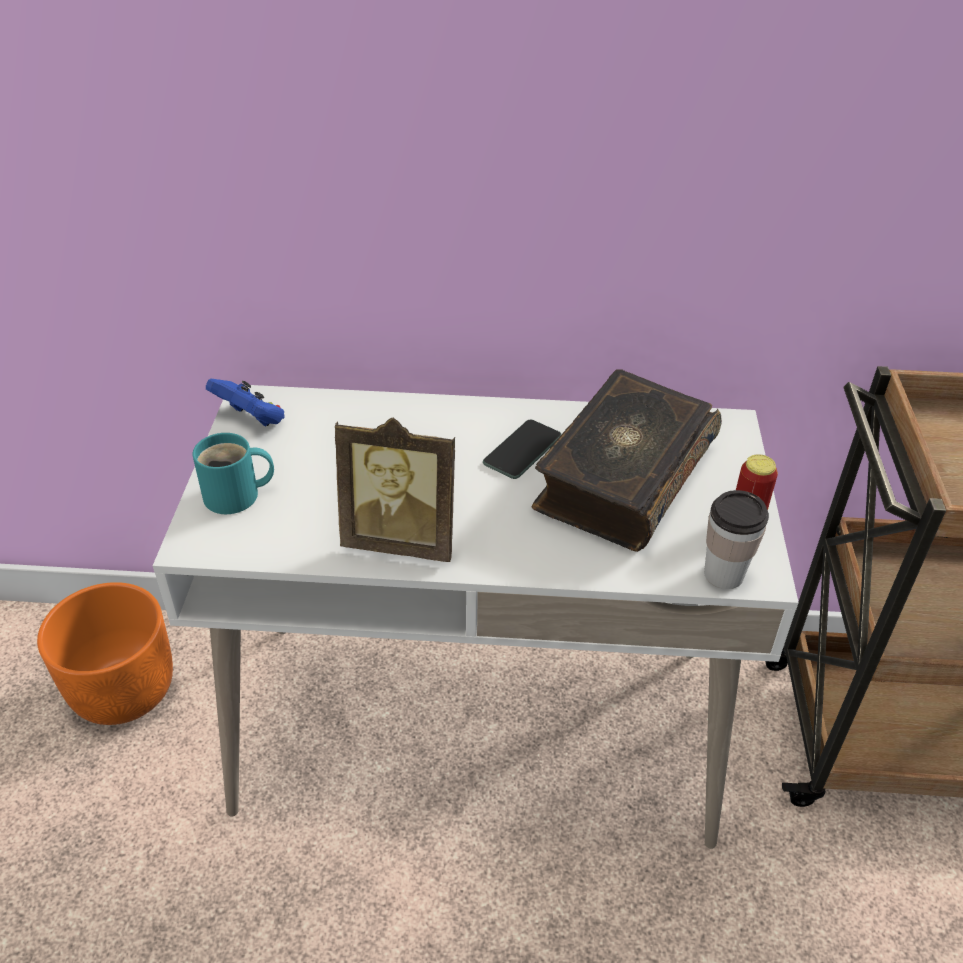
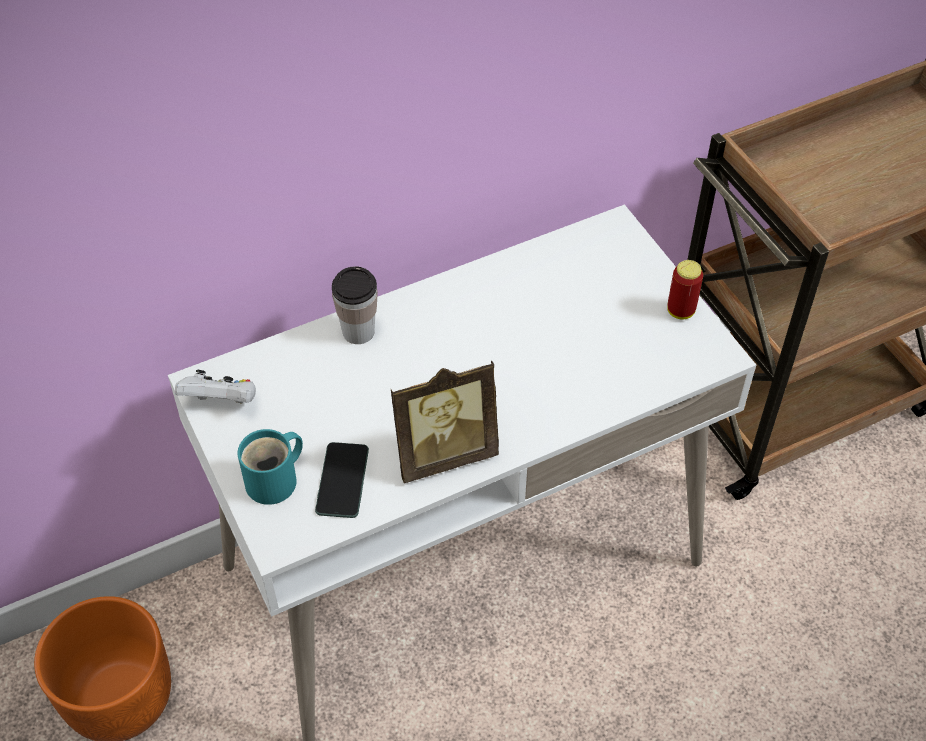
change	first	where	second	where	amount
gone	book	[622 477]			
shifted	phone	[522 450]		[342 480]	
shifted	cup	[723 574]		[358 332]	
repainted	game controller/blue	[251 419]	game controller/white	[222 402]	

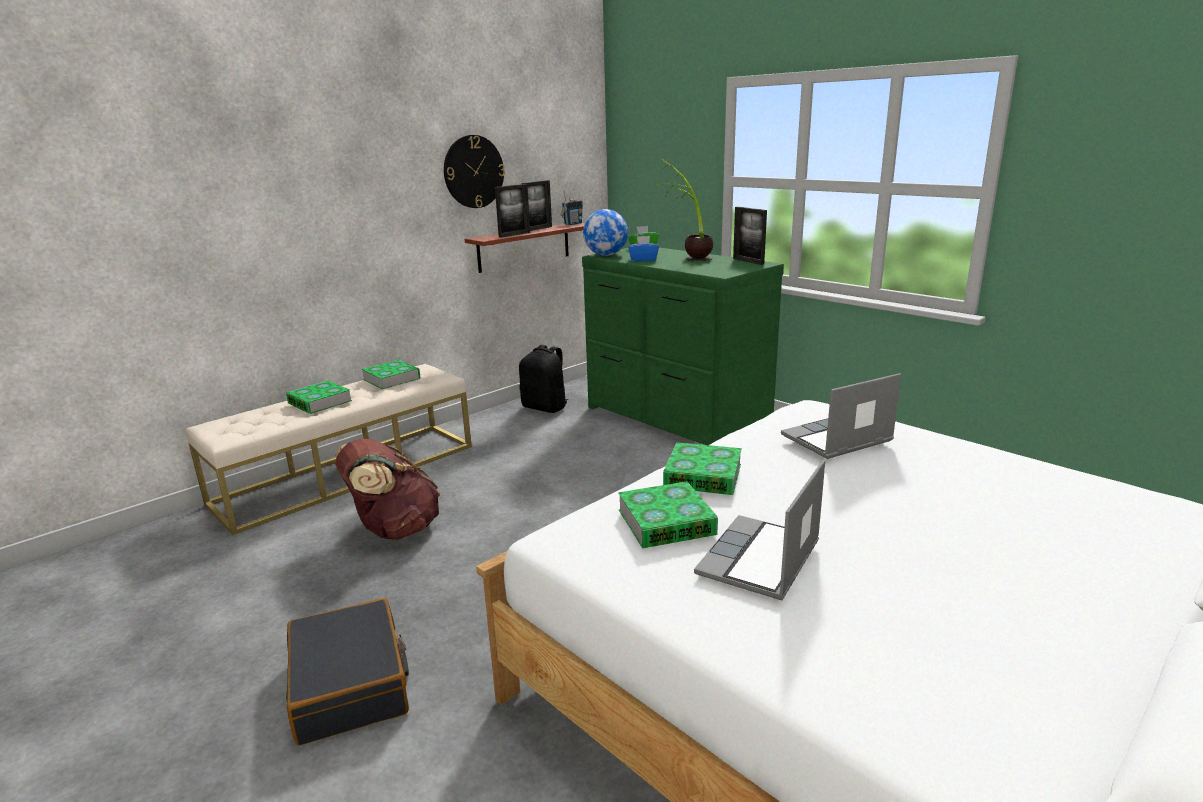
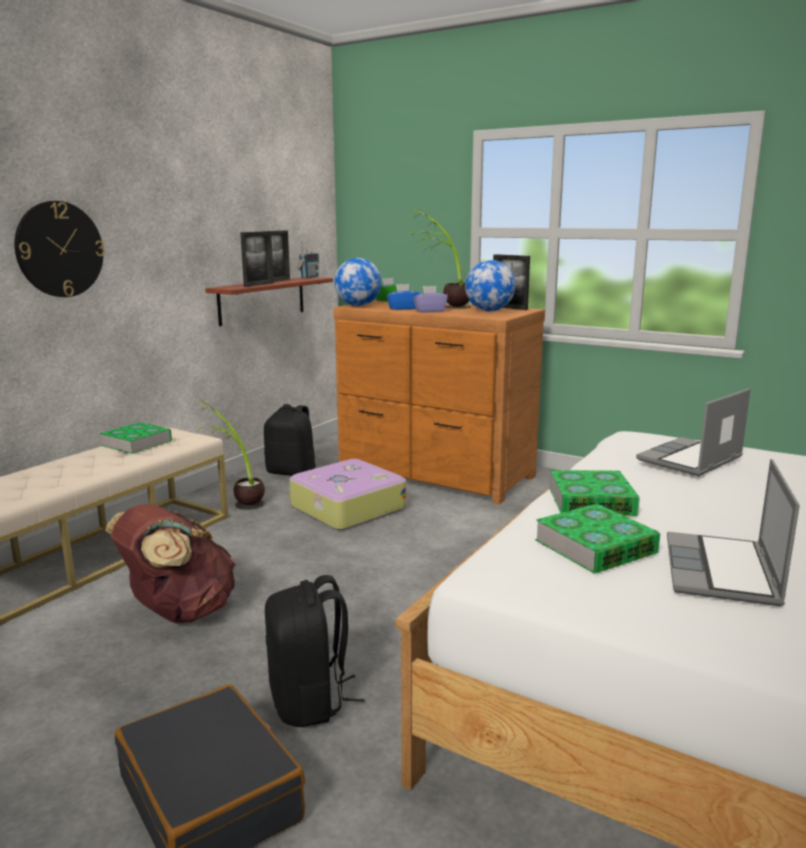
change	first	where	second	where	amount
gone	book	[320 402]			
new			potted plant	[236 500]	
new			backpack/black	[310 702]	
new			suitcase	[346 507]	
new			tissue box/purple	[429 311]	
new			globe	[489 311]	
shifted	wall clock	[473 171]		[59 249]	
repainted	dresser/green	[674 418]	dresser/brown	[434 474]	

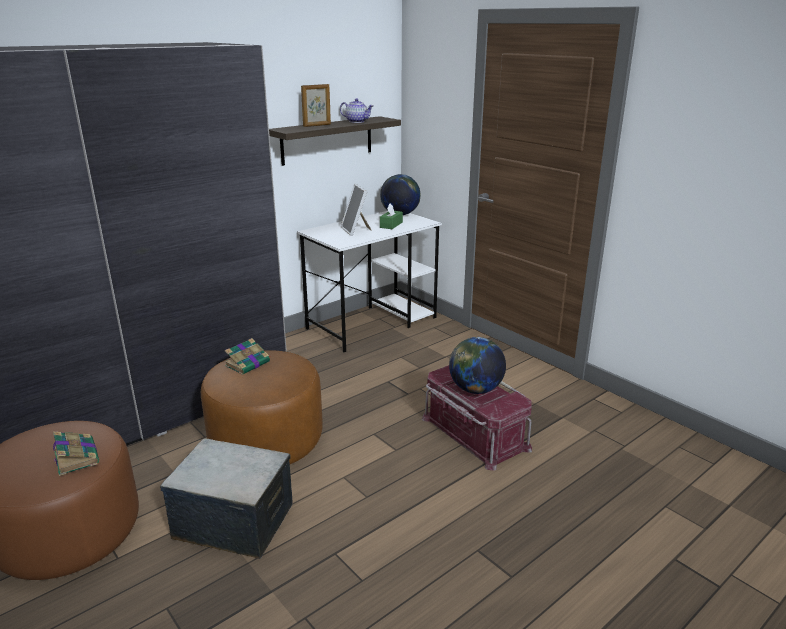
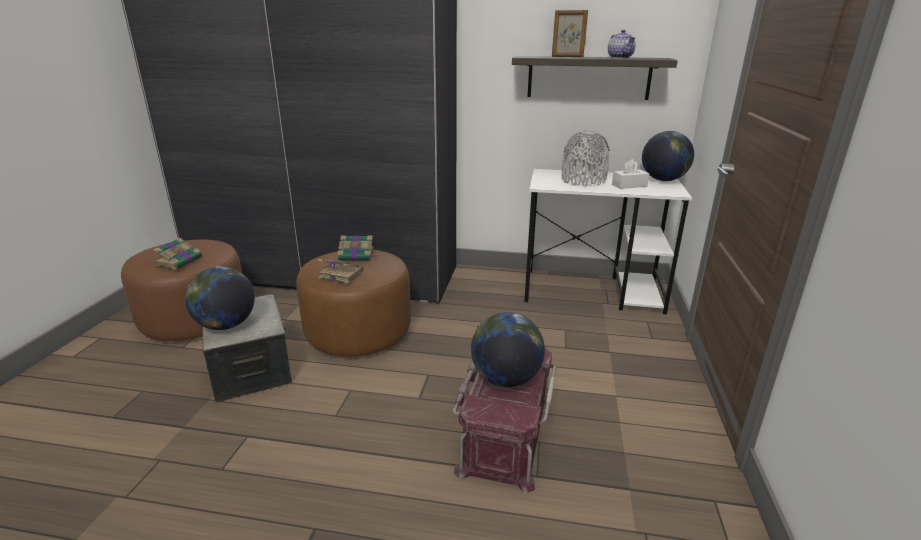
change	first	where	second	where	amount
new			globe	[226 325]	
new			book	[340 275]	
swapped	picture frame	[356 230]	vase/grey	[583 181]	
repainted	tissue box/green	[391 225]	tissue box/white	[629 185]	

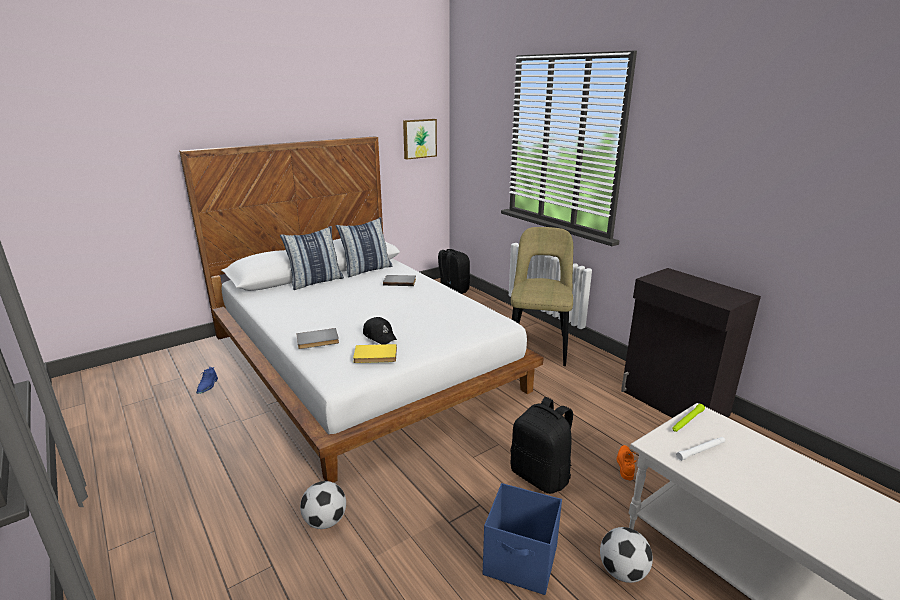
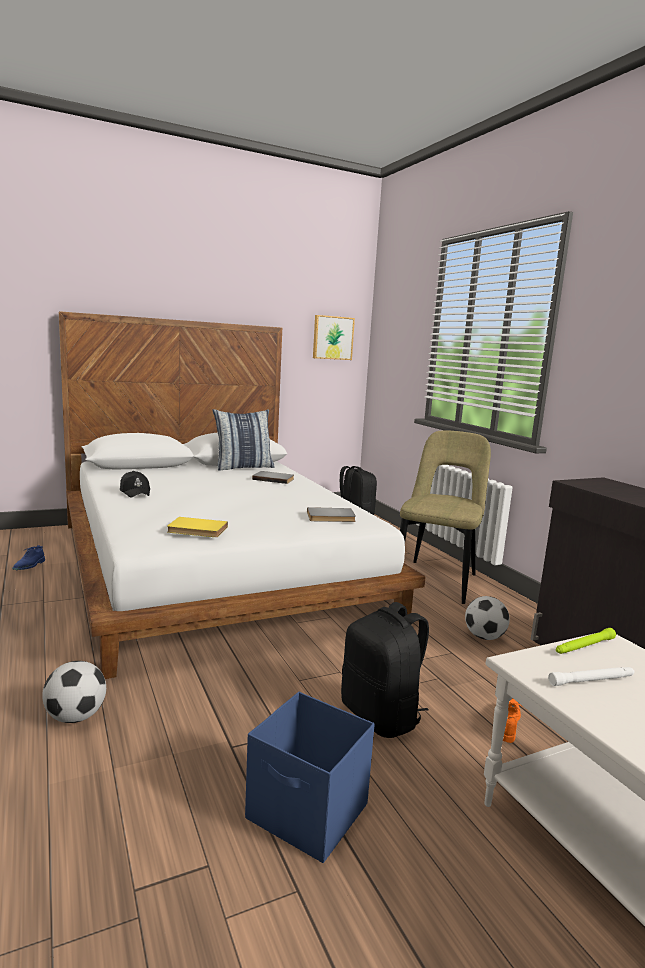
change	first	where	second	where	amount
gone	pillow	[315 282]			
shifted	book/grey	[318 341]		[331 517]	
shifted	cap/black	[380 336]		[135 492]	
shifted	football	[622 572]		[484 637]	

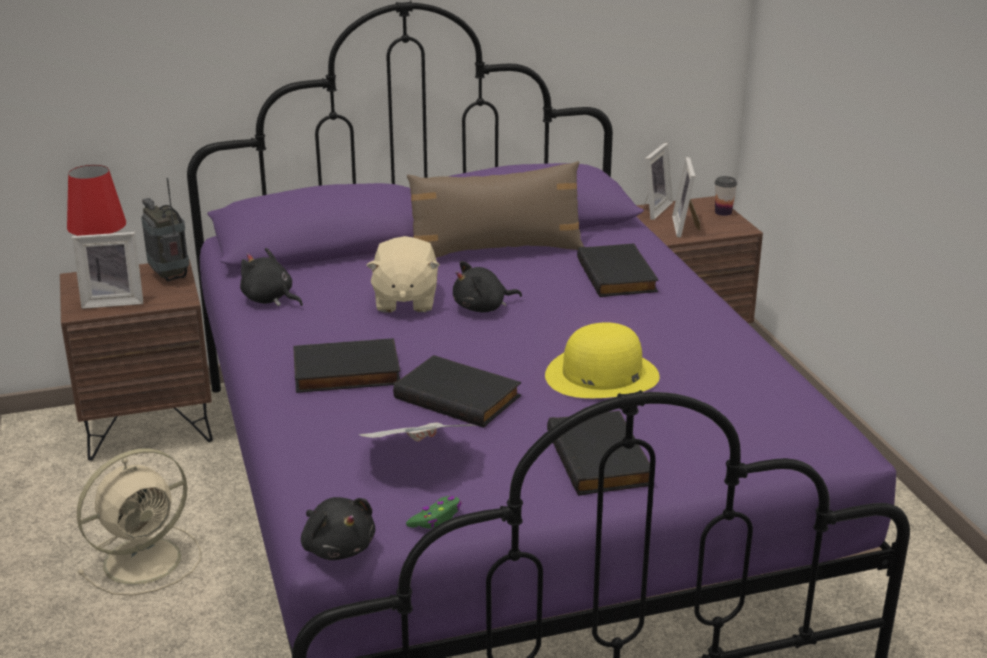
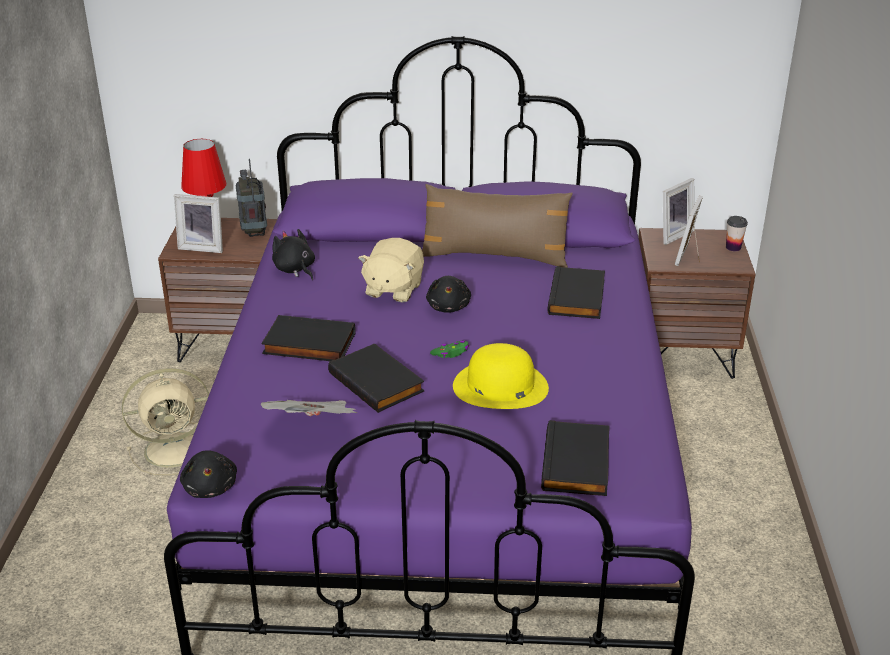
change	first	where	second	where	amount
shifted	game controller/green	[436 519]		[451 353]	
shifted	book/black	[601 459]		[578 463]	
rotated	plush toy/black	[482 308]		[448 307]	90 degrees counterclockwise

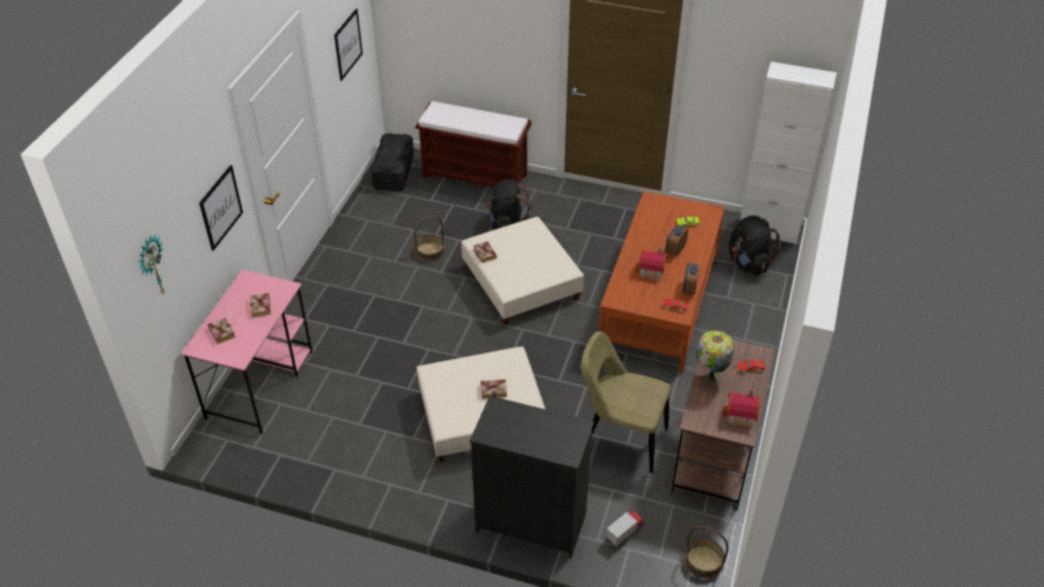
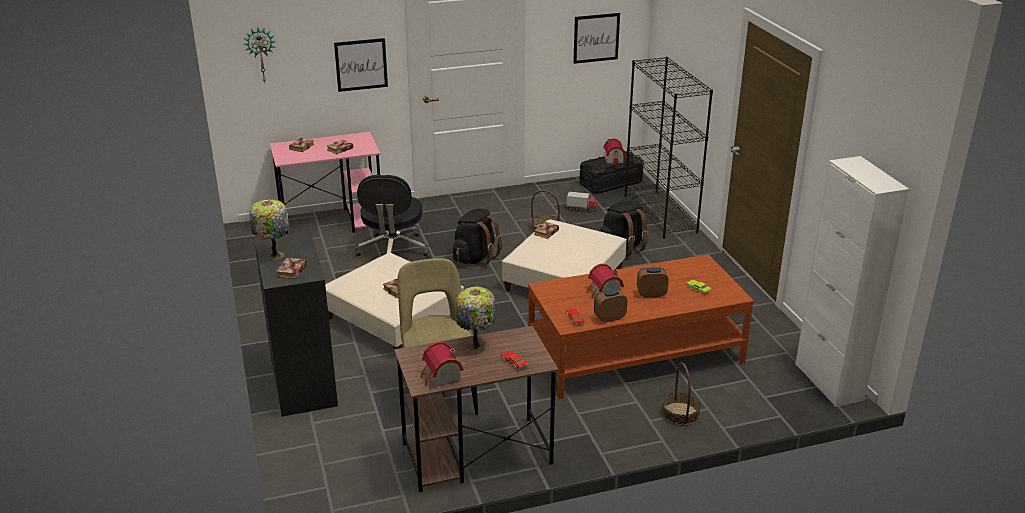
change	first	where	second	where	amount
new			table lamp	[274 255]	
new			book	[292 272]	
new			office chair/black	[393 251]	
new			toy house	[615 159]	
shifted	toy truck	[624 533]		[582 209]	
shifted	basket	[704 562]		[680 414]	
shifted	backpack/black	[748 263]		[475 258]	
swapped	bench/brown	[476 175]	bookcase/black	[660 214]	

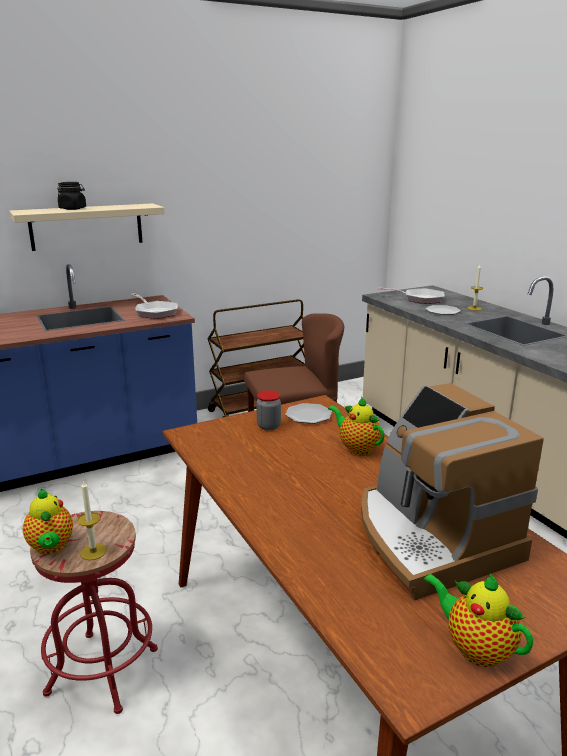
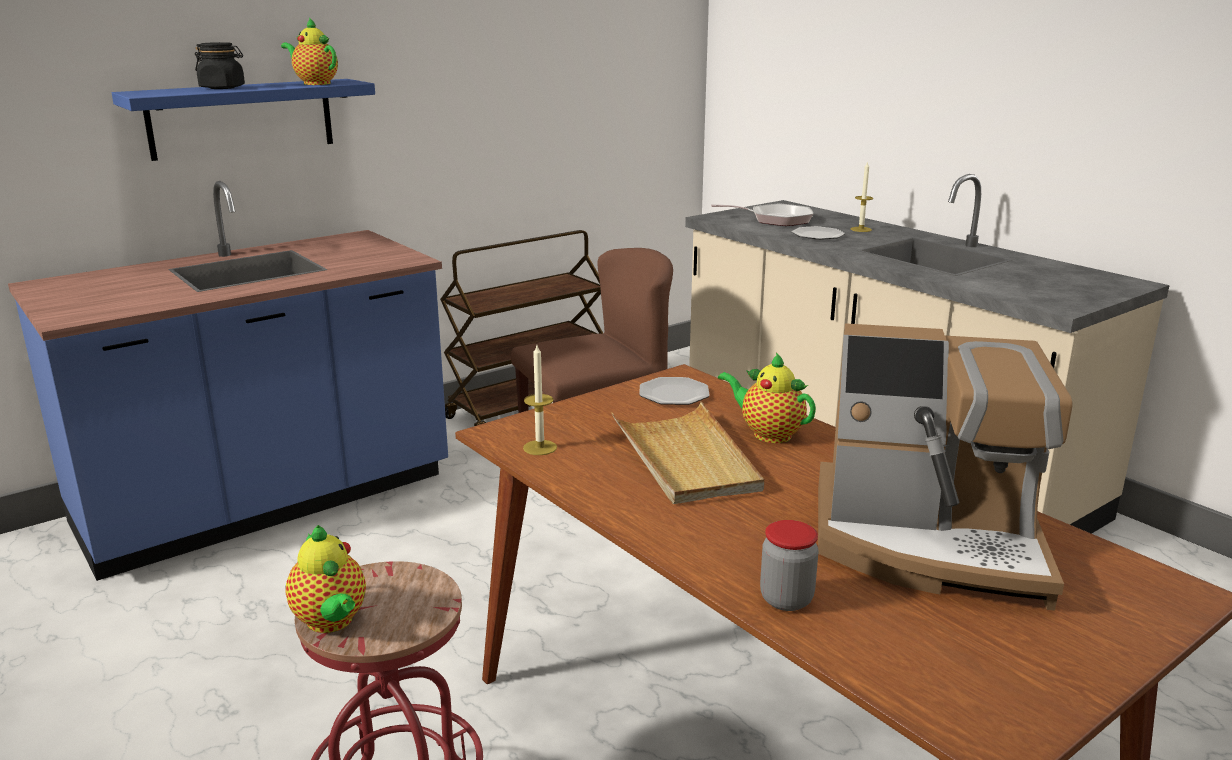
change	first	where	second	where	amount
gone	frying pan	[155 312]			
new			tray/beige	[685 458]	
shifted	candle	[93 552]		[540 447]	
shifted	jar	[268 426]		[786 599]	
shifted	teapot	[475 648]		[314 83]	
repainted	shelf/beige	[86 226]	shelf/blue	[241 118]	
rotated	coffee machine	[430 537]		[929 542]	45 degrees counterclockwise

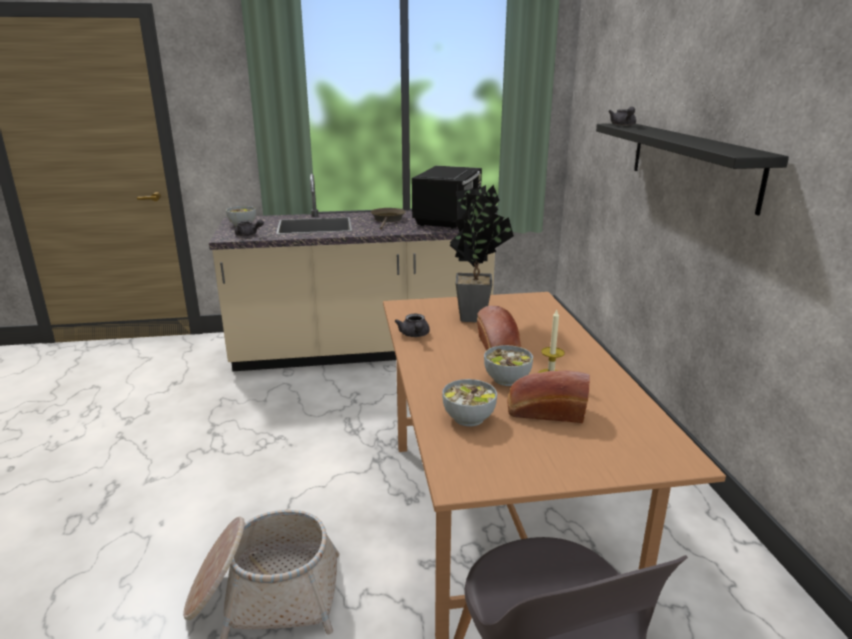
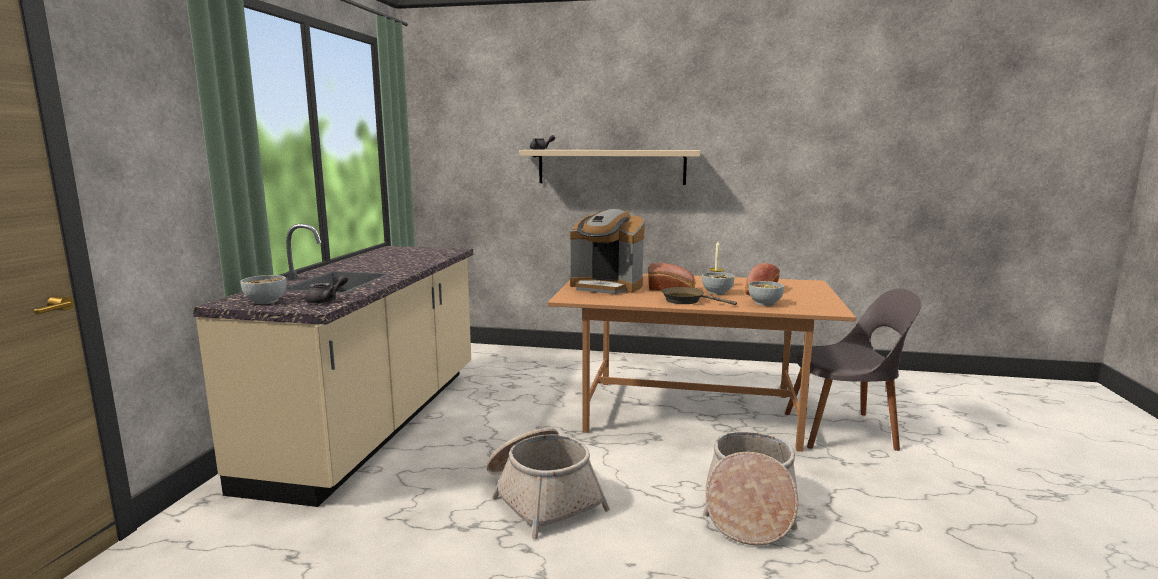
change	first	where	second	where	amount
gone	teapot/grey	[414 335]			
gone	microwave/black	[448 219]			
new			basket	[542 497]	
shifted	frying pan/brown	[388 220]		[686 301]	
swapped	potted plant	[475 315]	coffee machine	[606 286]	
repainted	shelf/black	[691 163]	shelf/beige	[611 167]	

